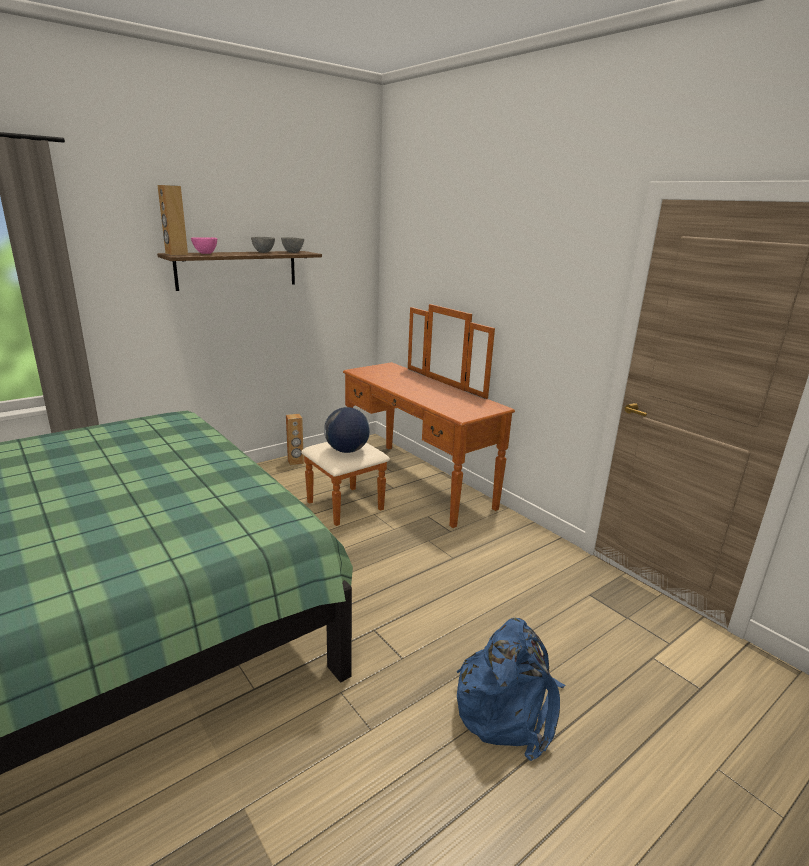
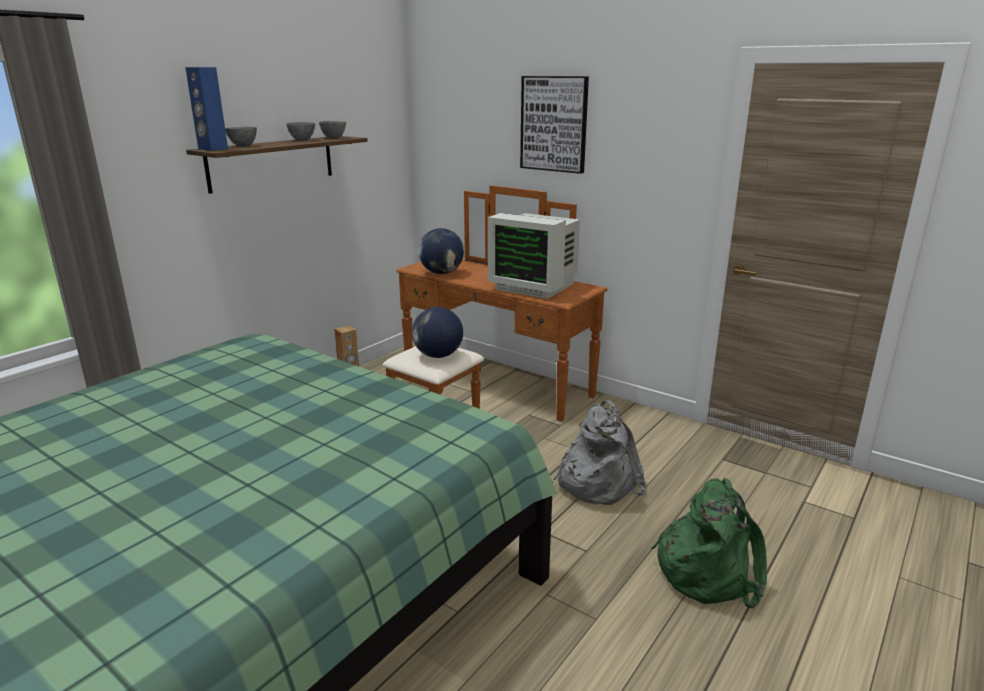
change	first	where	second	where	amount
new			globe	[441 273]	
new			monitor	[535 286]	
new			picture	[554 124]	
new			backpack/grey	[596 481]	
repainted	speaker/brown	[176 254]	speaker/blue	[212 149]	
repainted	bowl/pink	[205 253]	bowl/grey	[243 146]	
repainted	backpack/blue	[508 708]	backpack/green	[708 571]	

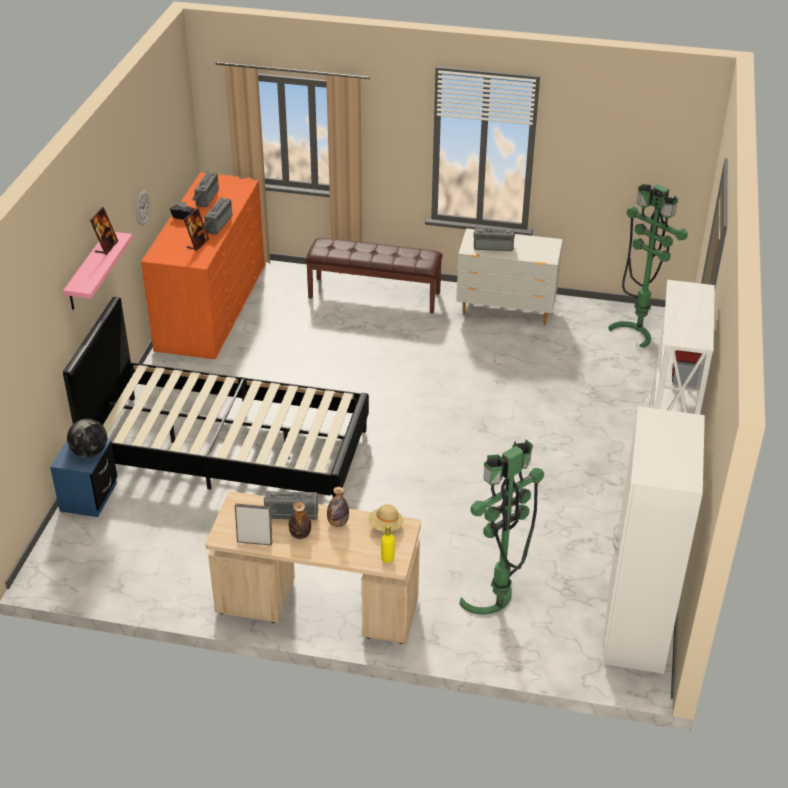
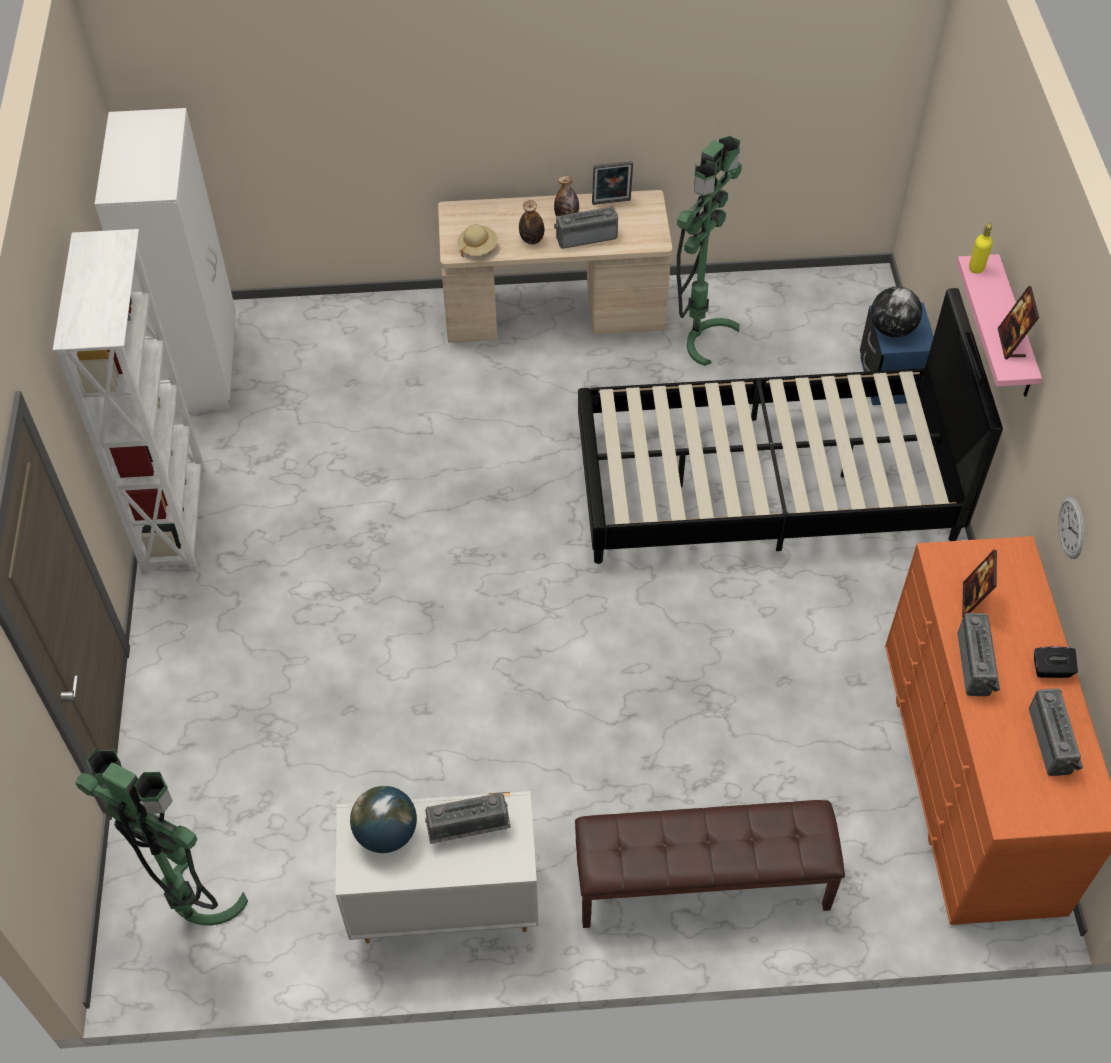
change	first	where	second	where	amount
new			globe	[387 833]	
shifted	bottle/yellow	[387 558]		[976 268]	
shifted	floor lamp/green	[496 604]		[699 335]	

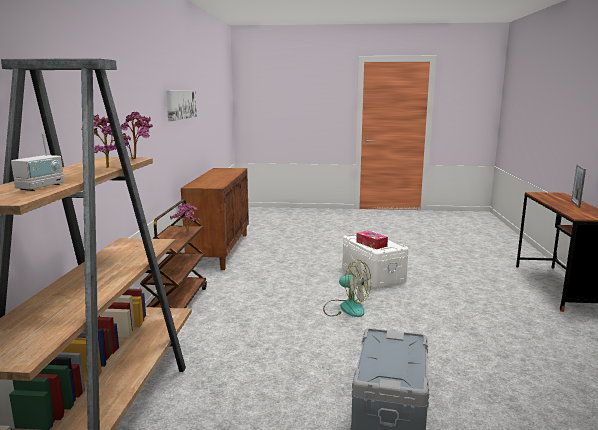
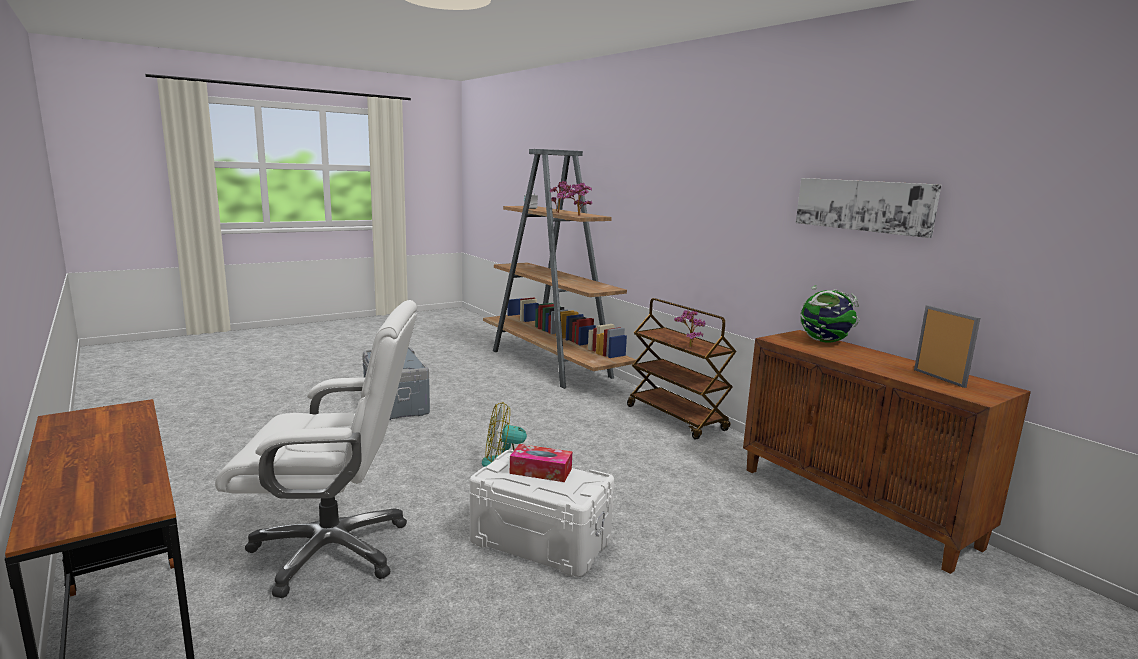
change	first	where	second	where	amount
new			office chair/white	[332 549]	
new			globe	[825 341]	
shifted	picture frame	[575 204]		[939 378]	

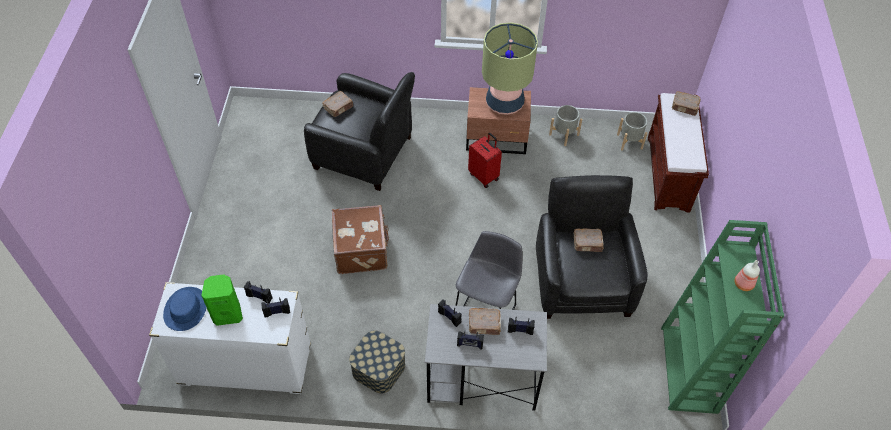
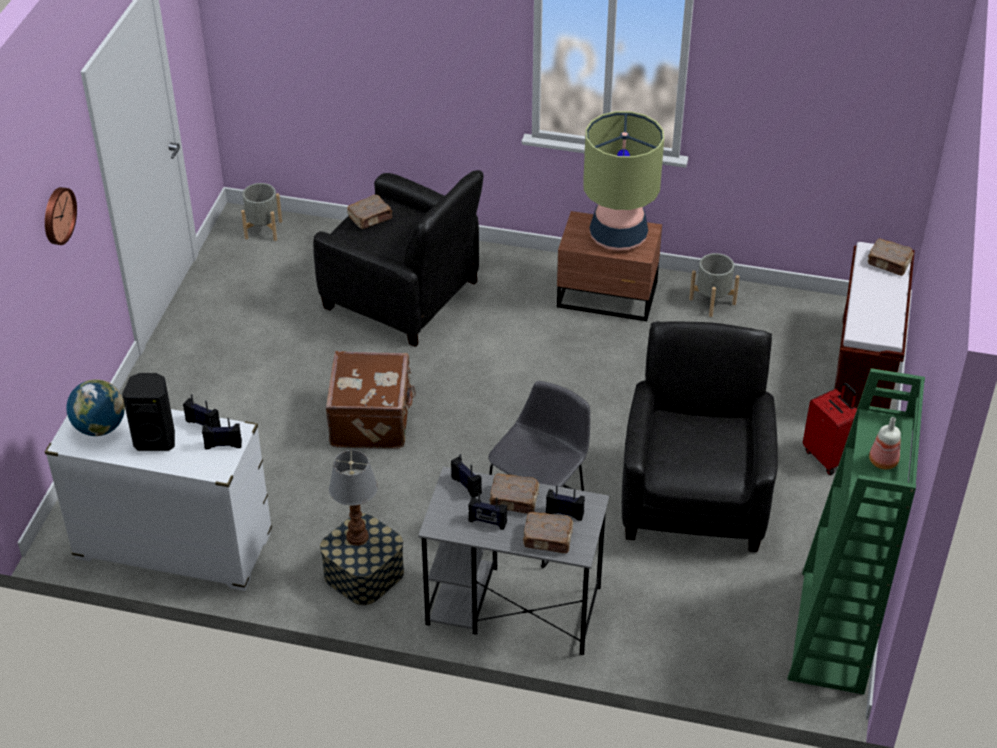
change	first	where	second	where	amount
new			wall clock	[57 215]	
new			table lamp	[358 537]	
shifted	suitcase/red	[484 176]		[828 457]	
shifted	book/brown	[588 243]		[548 539]	
shifted	planter/grey	[629 141]		[263 229]	
swapped	hat/blue	[186 309]	globe	[100 427]	
repainted	speaker/green	[228 314]	speaker/black	[156 439]	

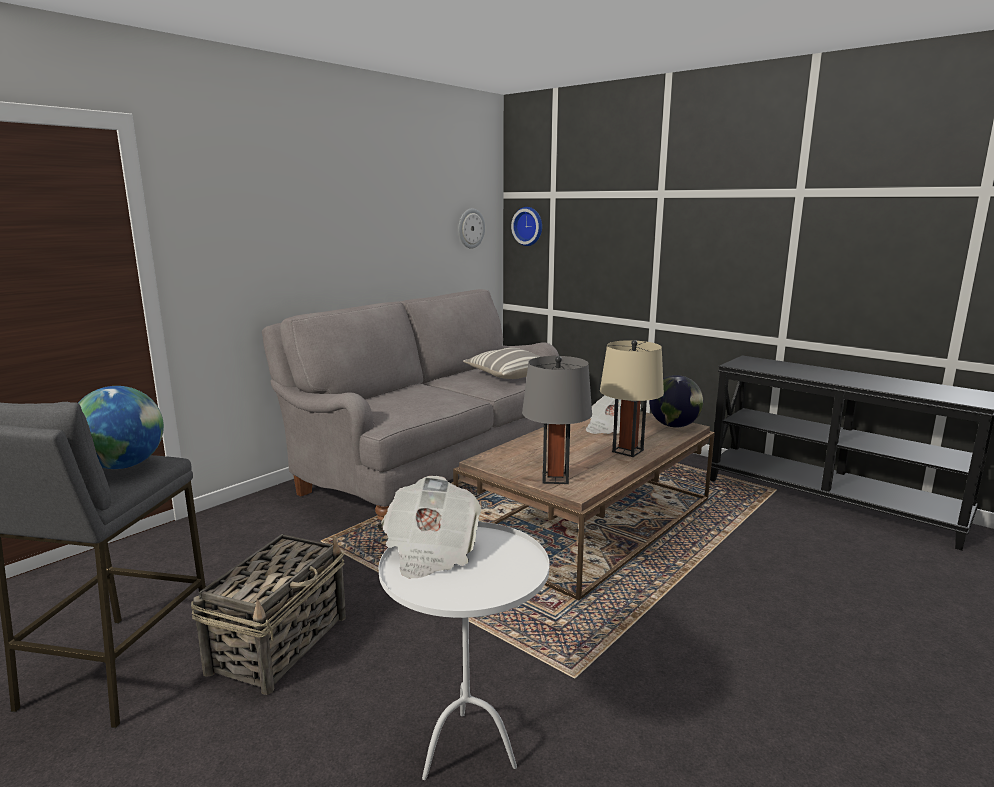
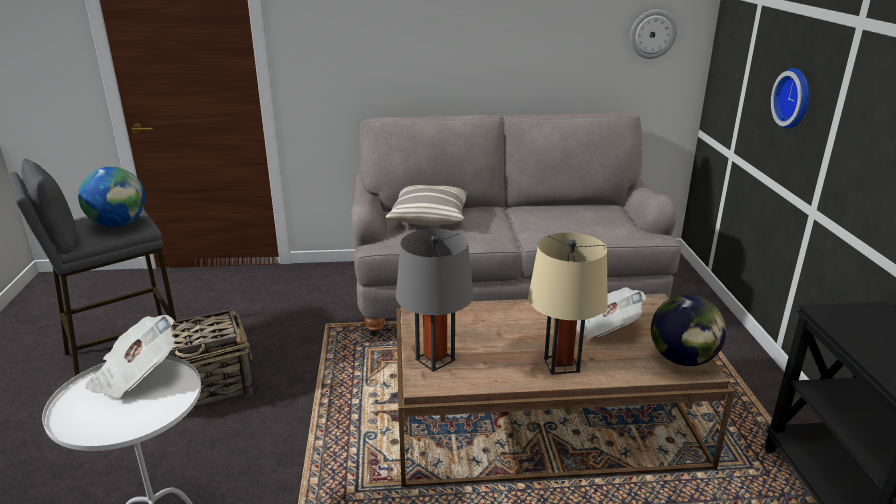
change	first	where	second	where	amount
shifted	pillow	[507 375]		[429 217]	
shifted	wall clock	[529 226]		[795 98]	

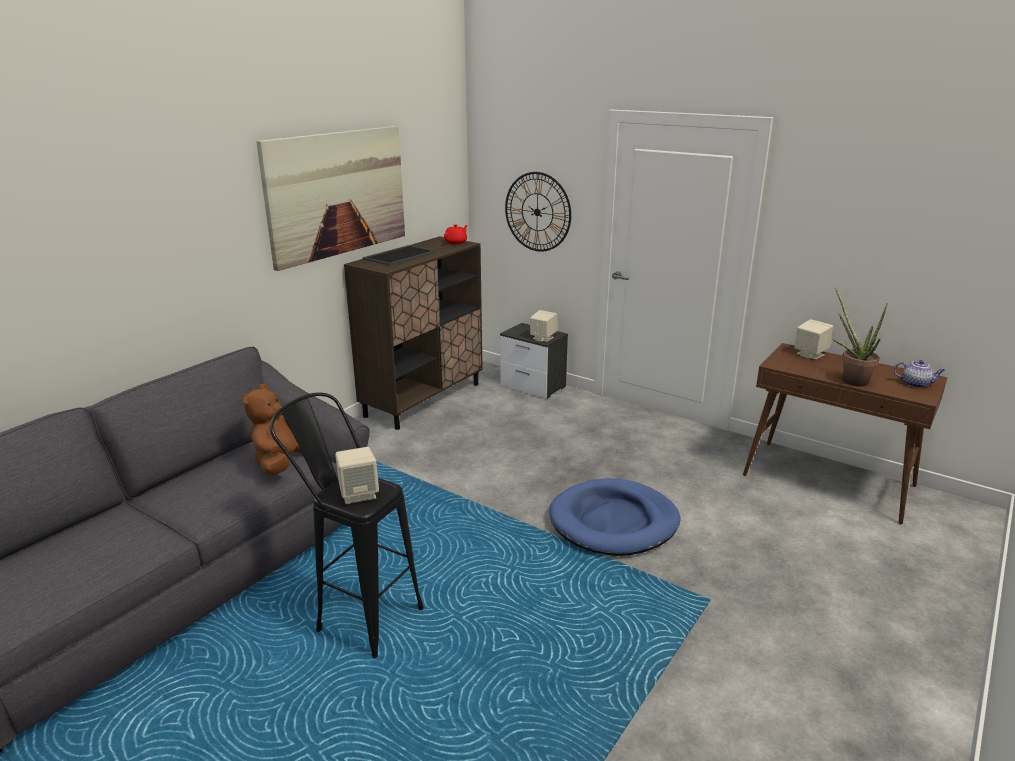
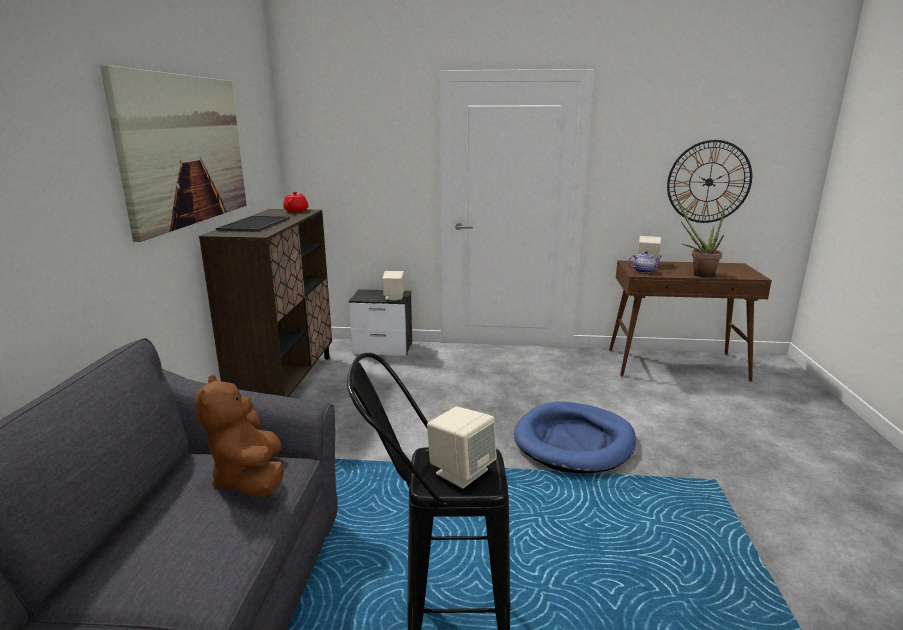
change	first	where	second	where	amount
shifted	wall clock	[537 212]		[709 182]	
shifted	teapot	[916 384]		[644 271]	

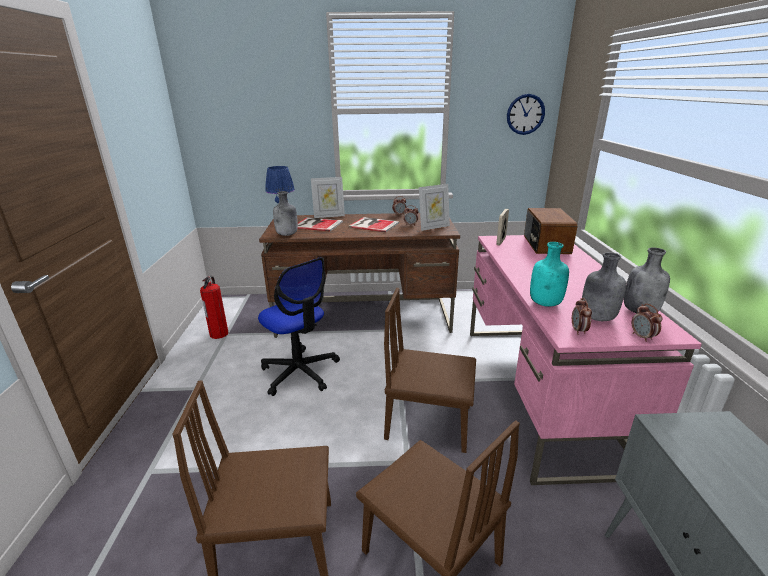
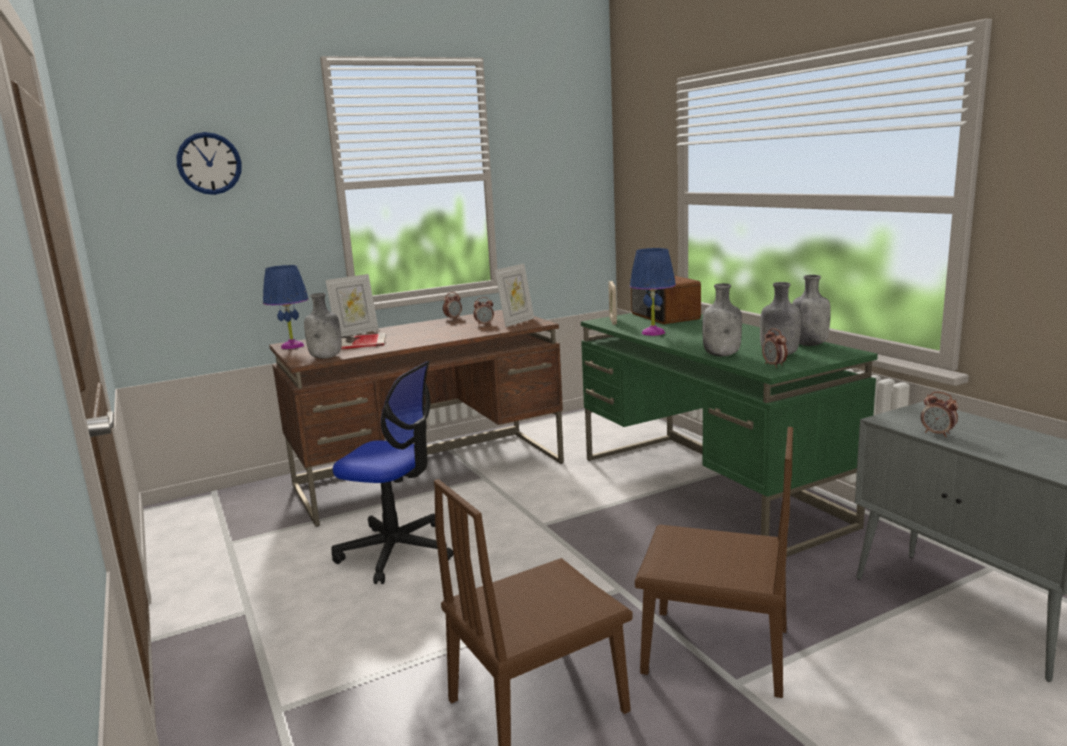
change	first	where	second	where	amount
gone	fire extinguisher	[219 333]			
gone	book	[373 224]			
gone	chair/brown	[429 422]			
new			table lamp/blue	[652 333]	
shifted	wall clock	[525 114]		[209 163]	
shifted	alarm clock	[642 337]		[937 434]	
repainted	desk/pink	[539 392]	desk/green	[709 491]	
repainted	bottle/turquoise	[546 303]	bottle/grey	[722 355]	

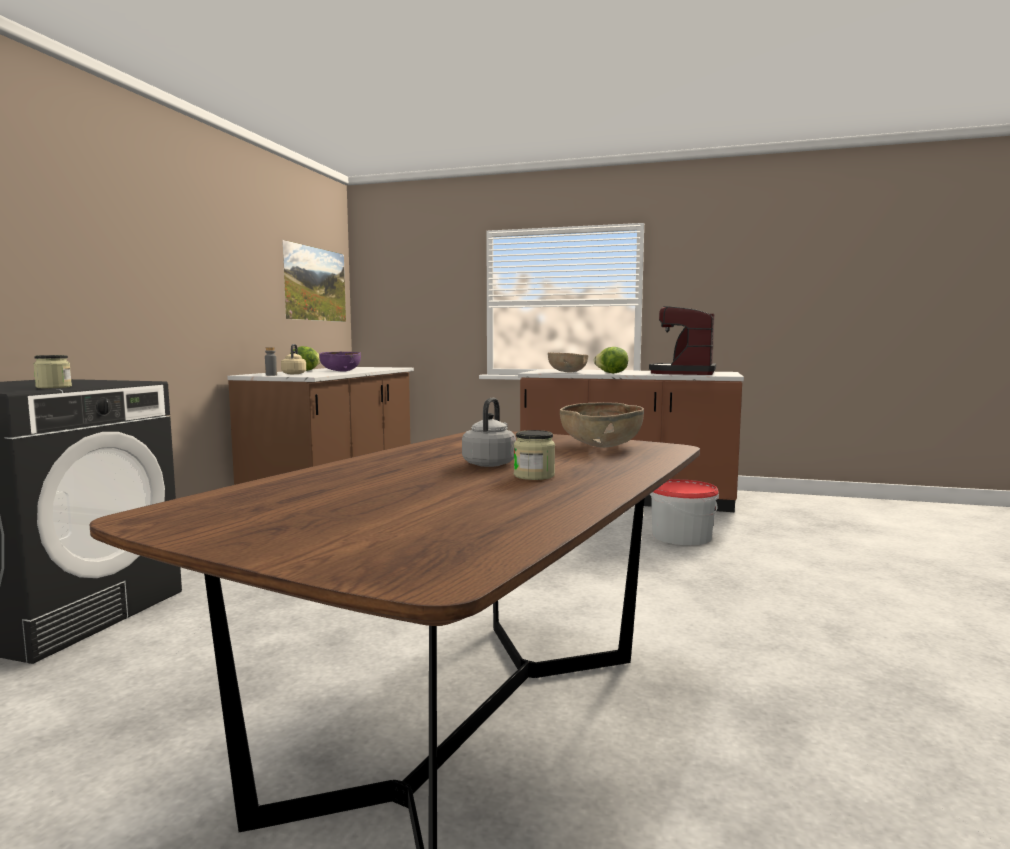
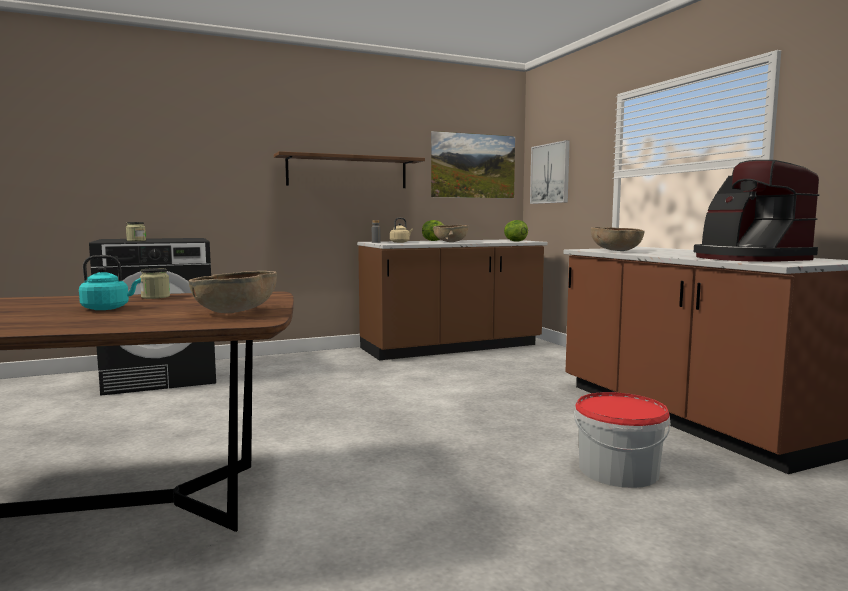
change	first	where	second	where	amount
new			shelf/brown	[347 172]	
new			picture	[550 173]	
shifted	jar	[534 476]		[155 297]	
shifted	lettuce	[611 373]		[515 241]	
repainted	bowl/purple	[341 371]	bowl/brown	[451 242]	
repainted	kettle/grey	[490 463]	kettle/turquoise	[108 308]	
rotated	coffee machine	[684 373]		[748 258]	90 degrees counterclockwise

